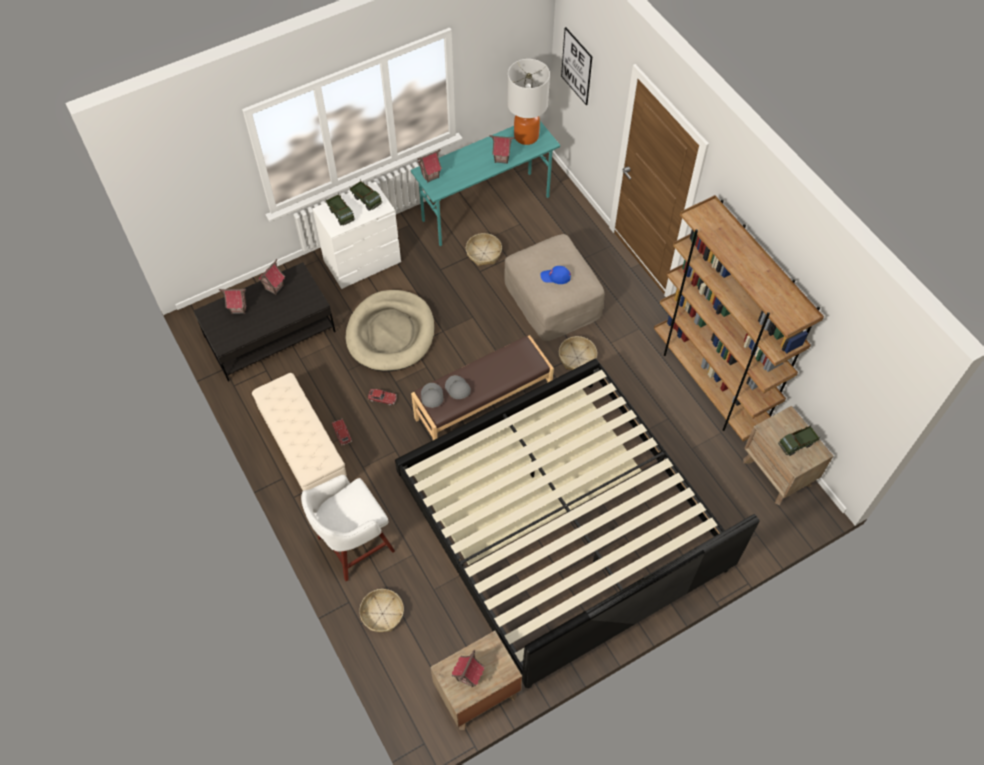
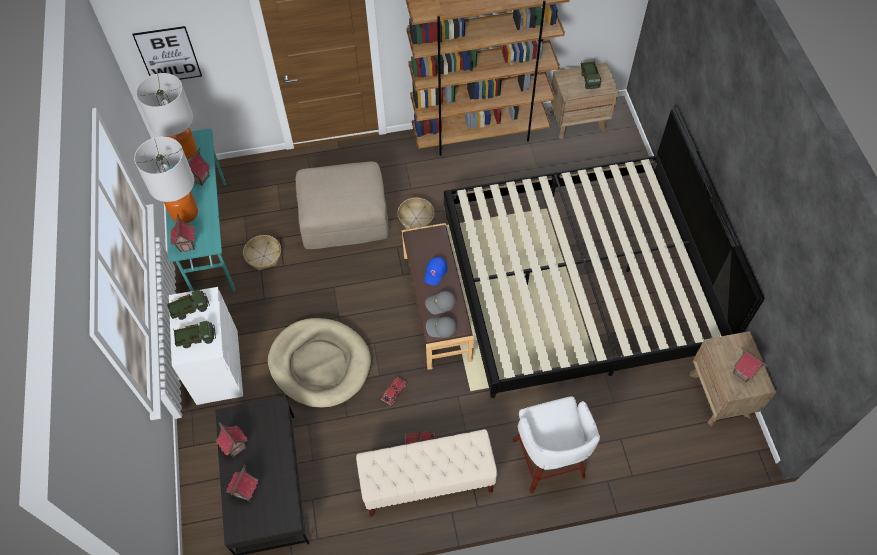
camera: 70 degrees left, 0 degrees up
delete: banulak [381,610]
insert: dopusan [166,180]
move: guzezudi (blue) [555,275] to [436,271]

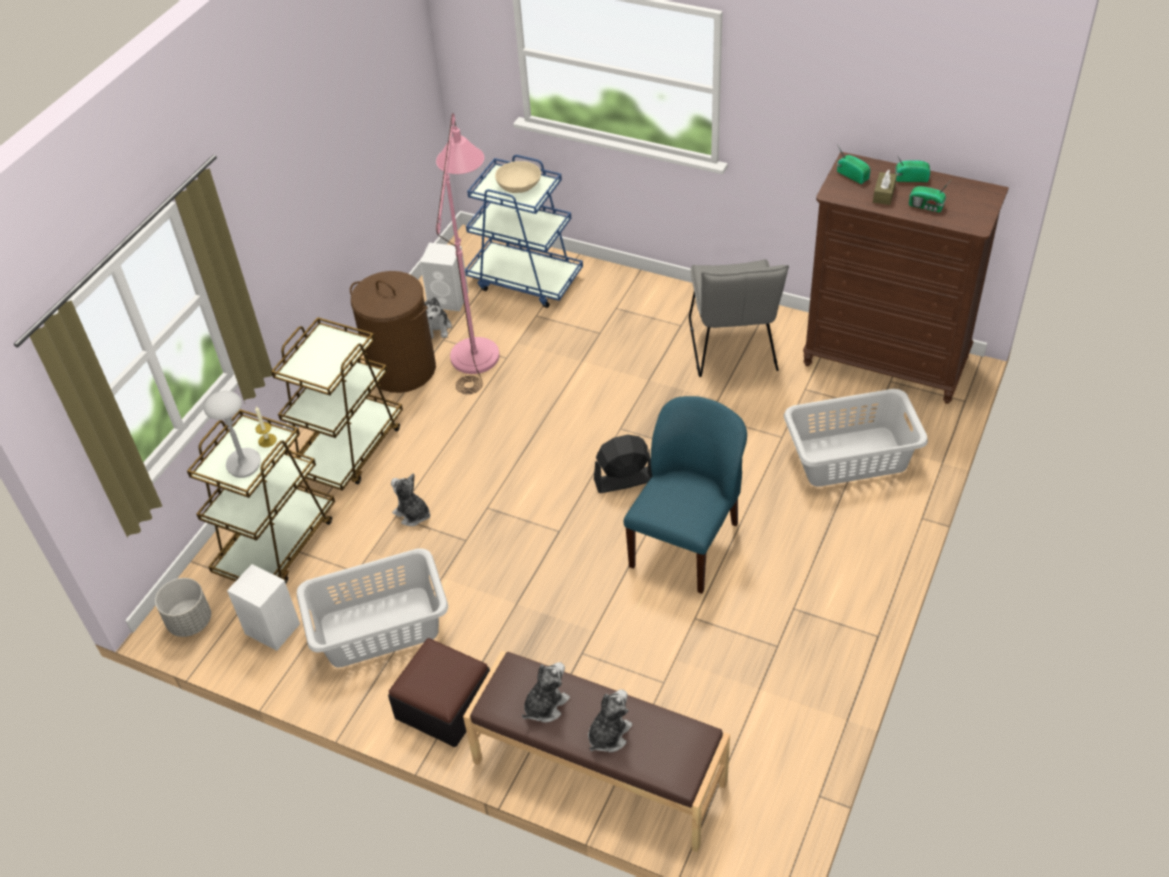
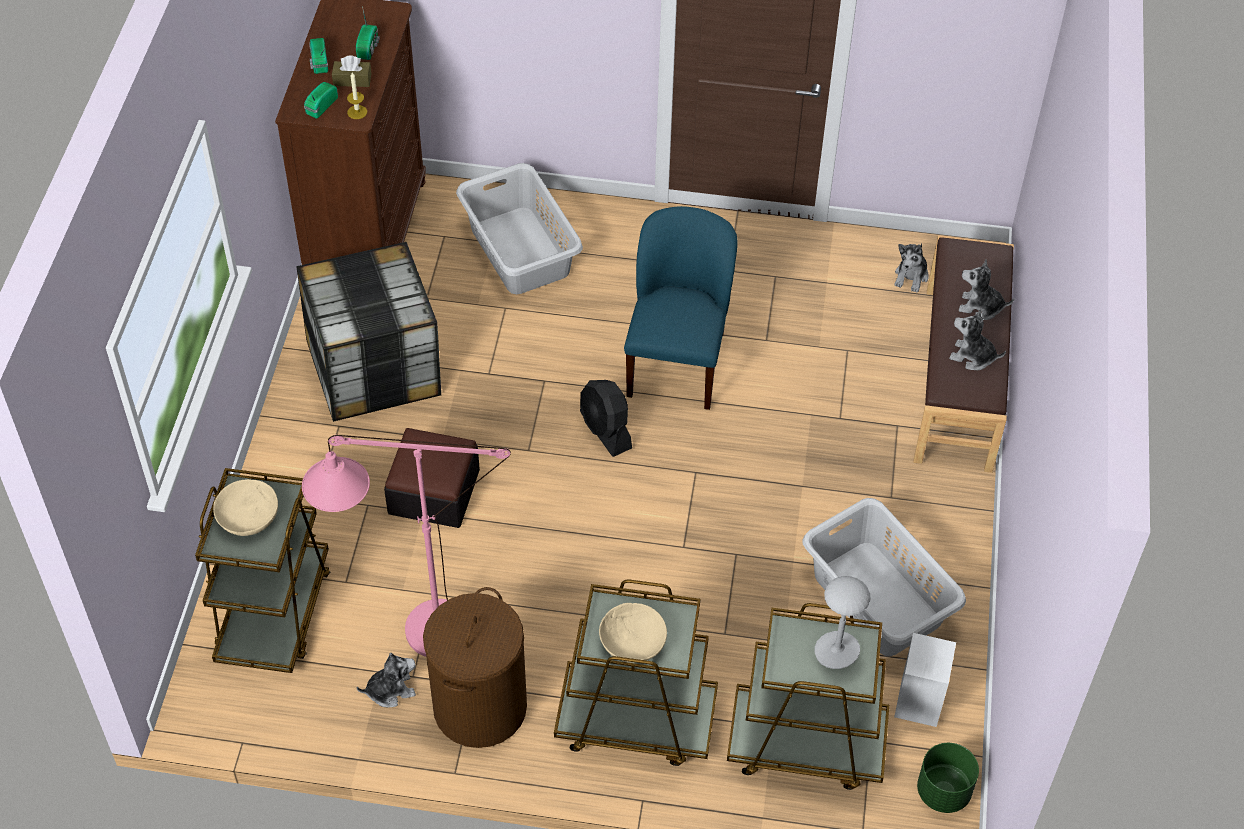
camera: 110 degrees left, 5 degrees up
delete: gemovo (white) [444,277]
insert: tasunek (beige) [633,633]
move: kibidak [266,426] to [357,95]; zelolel [439,692] to [432,478]; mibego [410,499] to [911,268]
replace: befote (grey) [739,318] to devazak [368,332]
recolor: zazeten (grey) [183,607] to zazeten (green) [948,778]; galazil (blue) [524,231] to galazil (brown) [262,570]
rotate: befote (blue) [685,495] = [681,308] 90 degrees clockwise

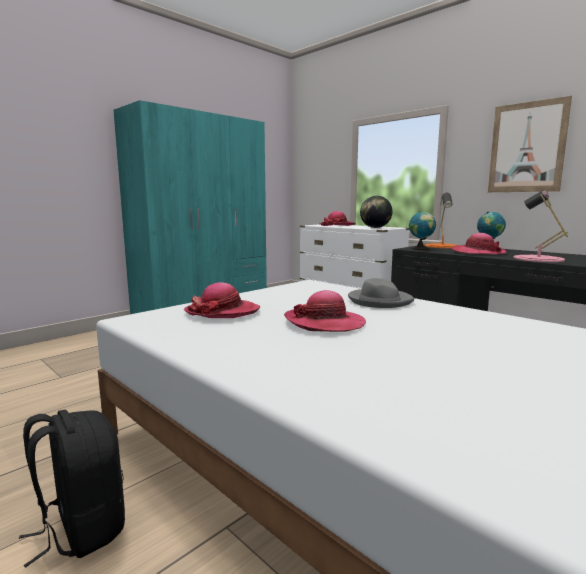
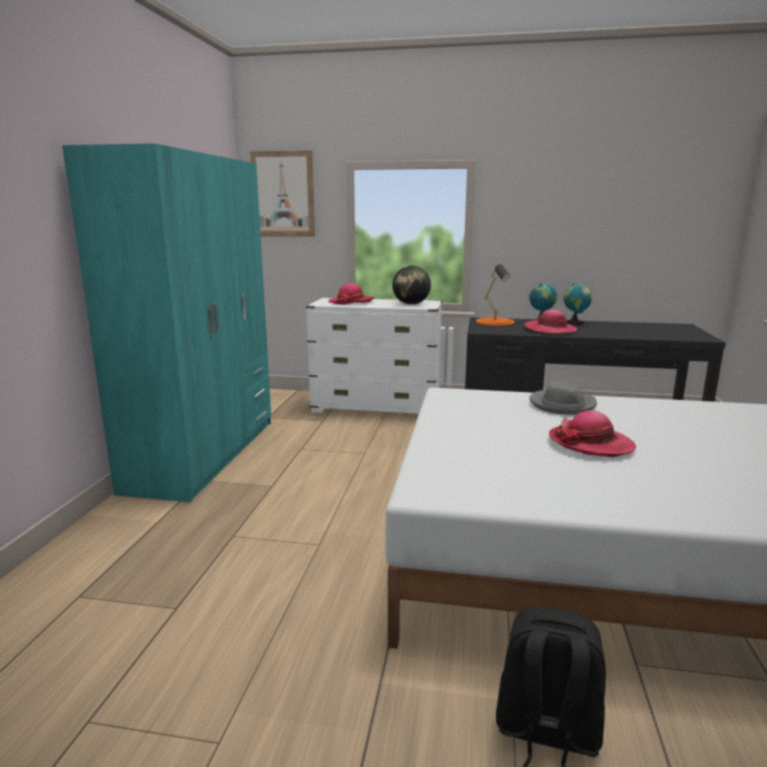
camera: 35 degrees left, 5 degrees up
delete: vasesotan [222,300]; dopusan (pink) [541,226]
move: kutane [422,230] to [578,304]; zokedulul [530,144] to [282,193]

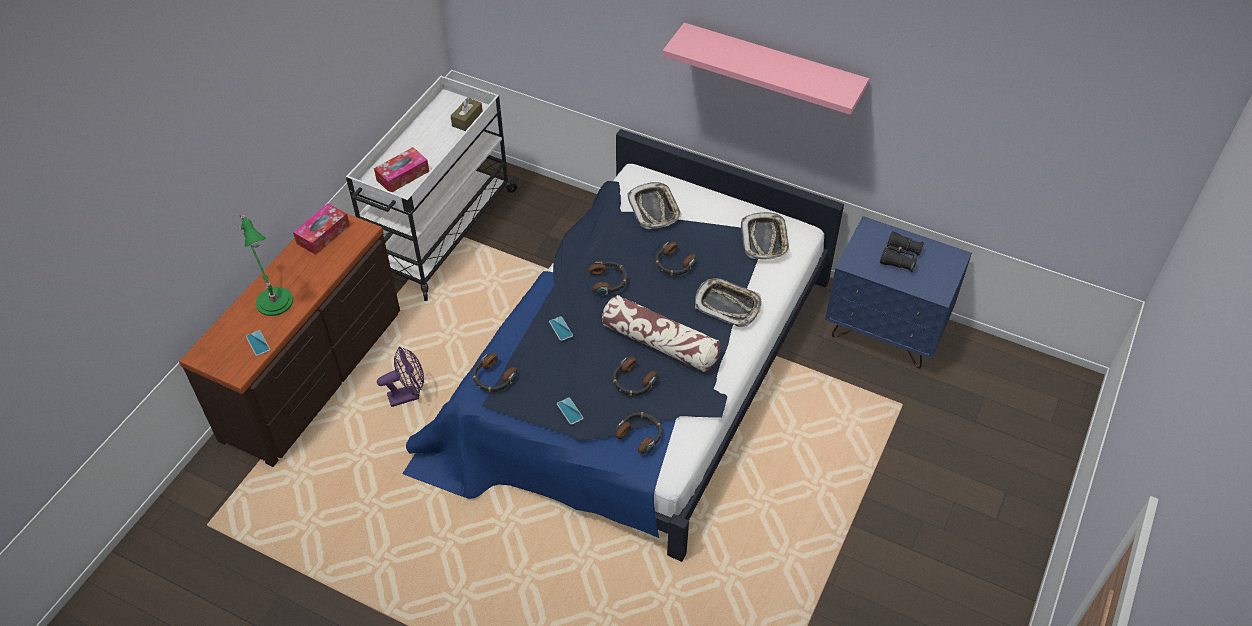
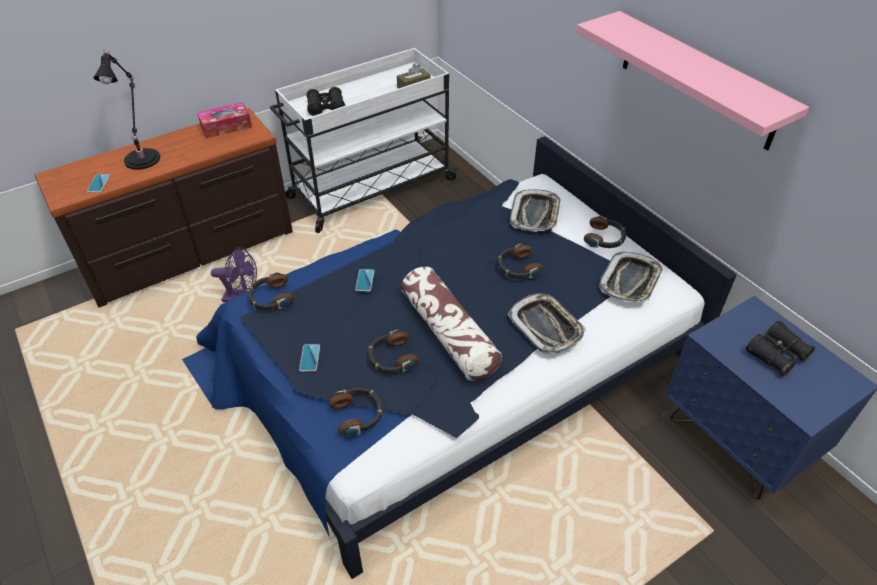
camera: 30 degrees right, 5 degrees down
move: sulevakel [607,278] to [605,232]
replace: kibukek [401,169] to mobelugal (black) [326,101]
recolor: dopusan (green) [266,265] to dopusan (black) [126,110]

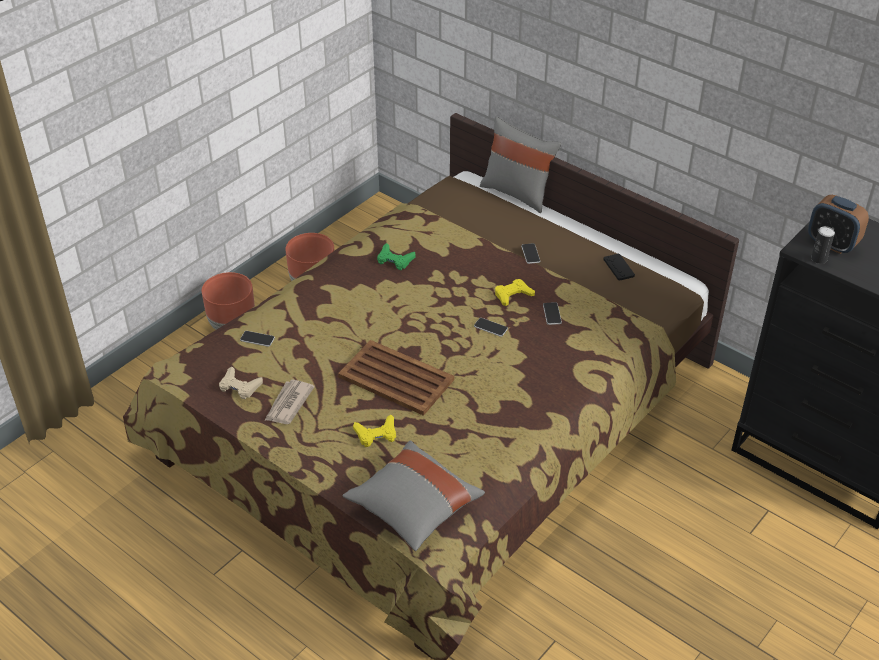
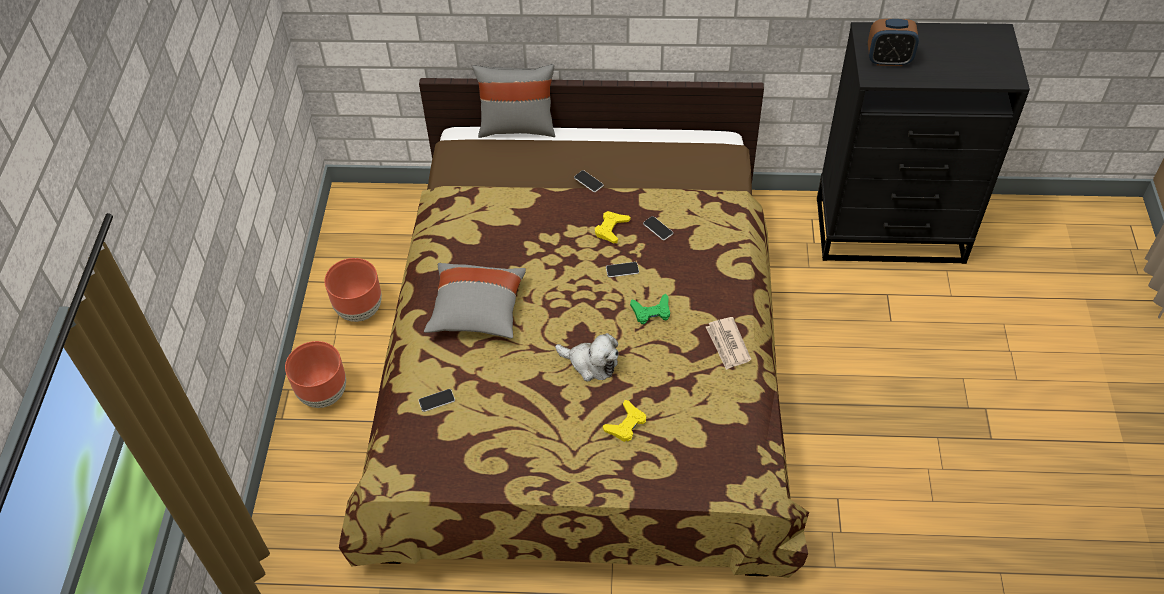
camera: 35 degrees left, 10 degrees up
delete: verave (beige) [241,382]; verave (black) [619,267]; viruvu [823,245]
move: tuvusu [290,402] to [728,343]; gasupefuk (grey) [414,495] to [475,301]; verave (green) [396,256] to [650,309]
replace: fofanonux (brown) [396,378] to mibego [587,357]

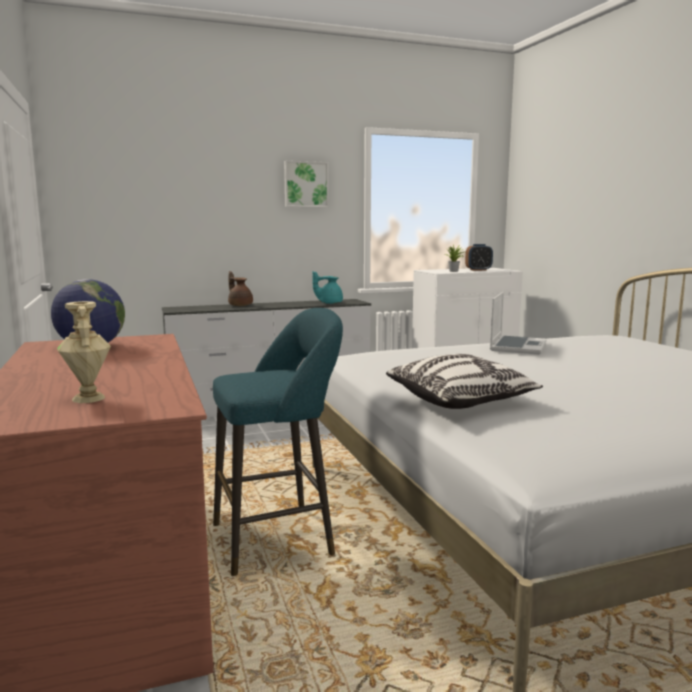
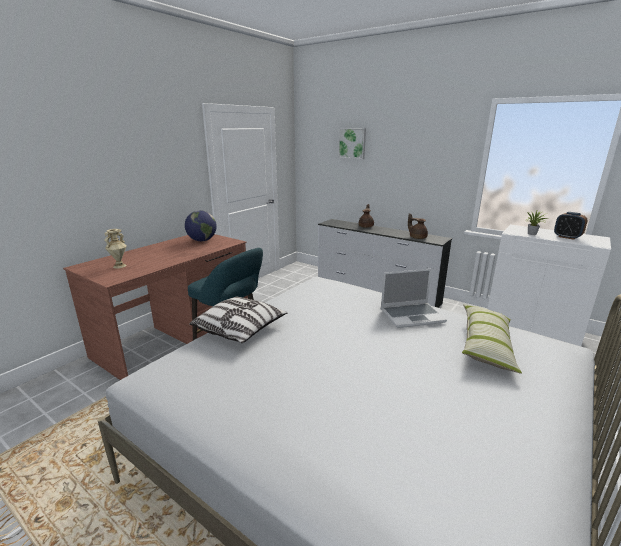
camera: 55 degrees right, 10 degrees up
insert: gasupefuk [492,339]
move: zokedulul [306,184] to [352,143]
recolor: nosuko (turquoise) [327,287] to nosuko (brown) [418,226]

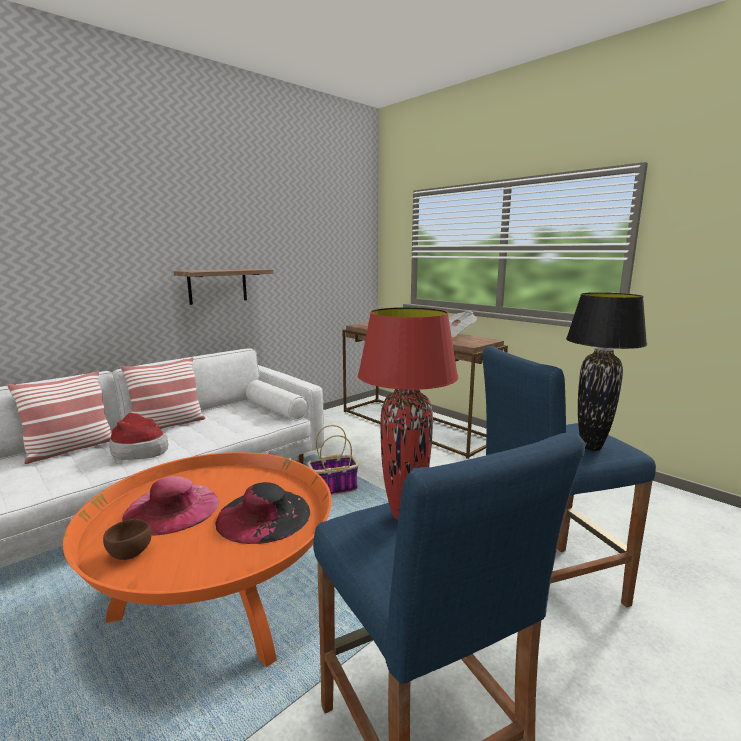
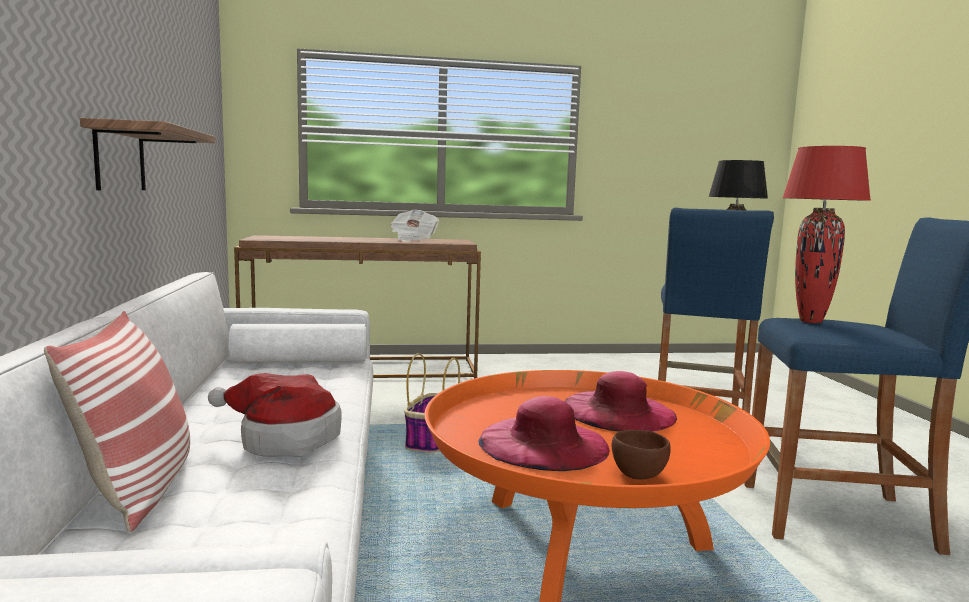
camera: 55 degrees left, 5 degrees down
delete: gasupefuk [162,393]
recolor: vasesotan (black) [262,513] to vasesotan (pink) [620,401]

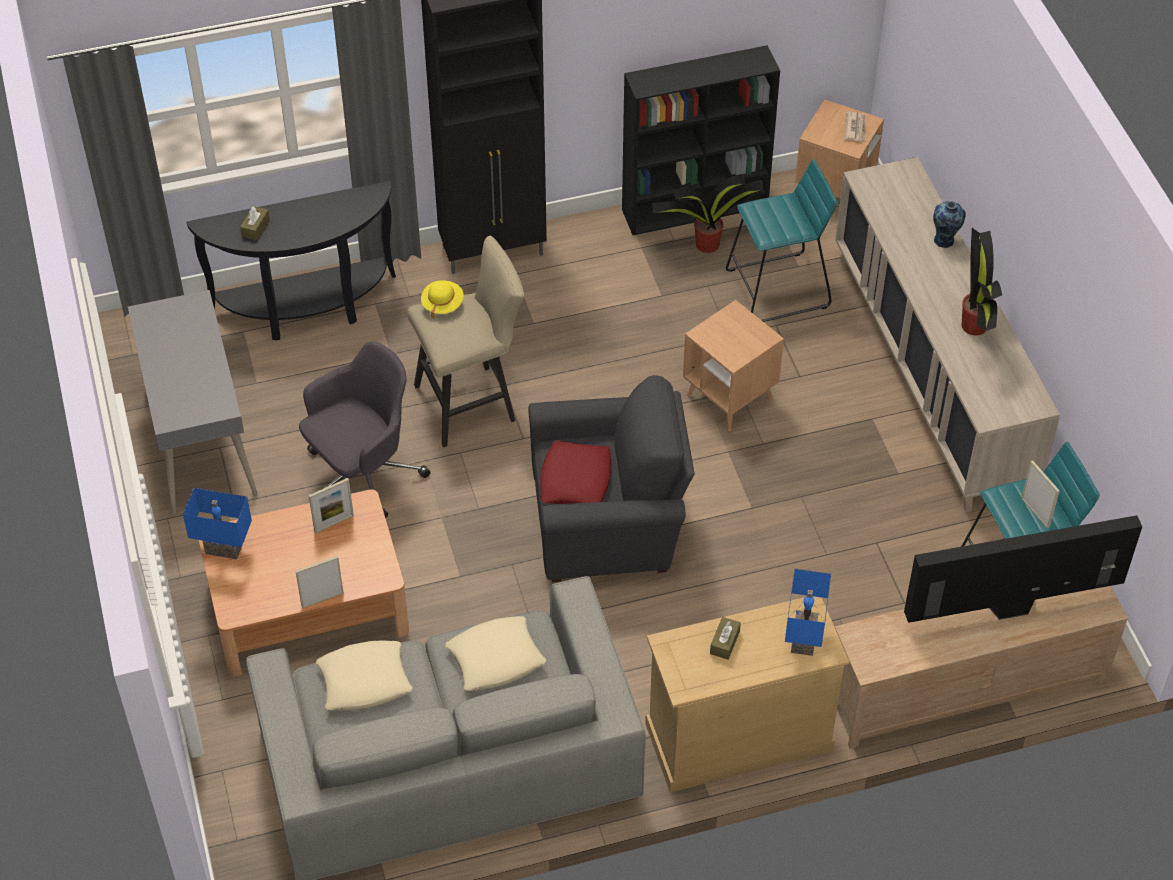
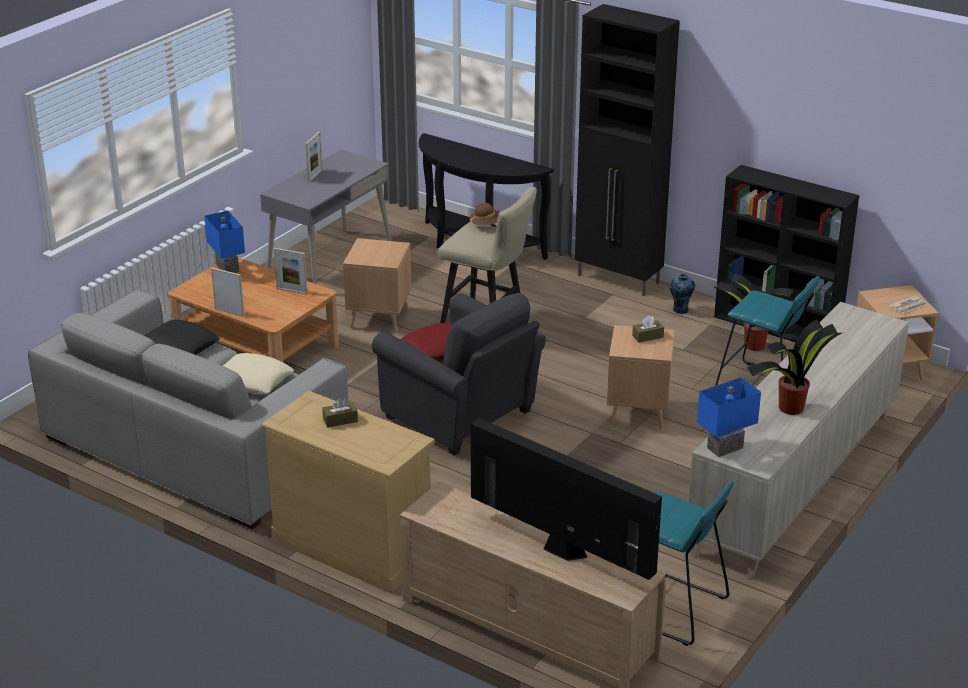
camera: 50 degrees right, 20 degrees down
move: kibukek (brown) [255,223] to [648,329]; dopusan (blue) [808,612] to [729,417]; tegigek [949,224] to [682,294]; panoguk [1040,494] to [314,157]
replace: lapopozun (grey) [364,430] to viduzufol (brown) [377,285]
recolor: gasupefuk (beige) [364,675] to gasupefuk (black) [182,337]; vasesotan (yellow) [442,299] to vasesotan (brown) [484,214]

